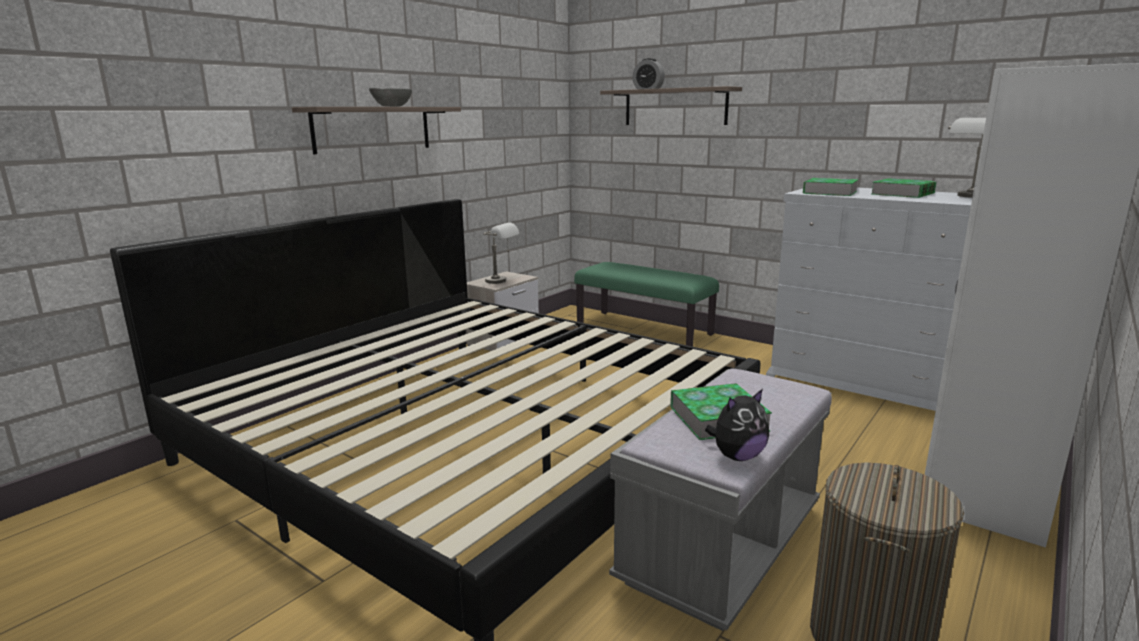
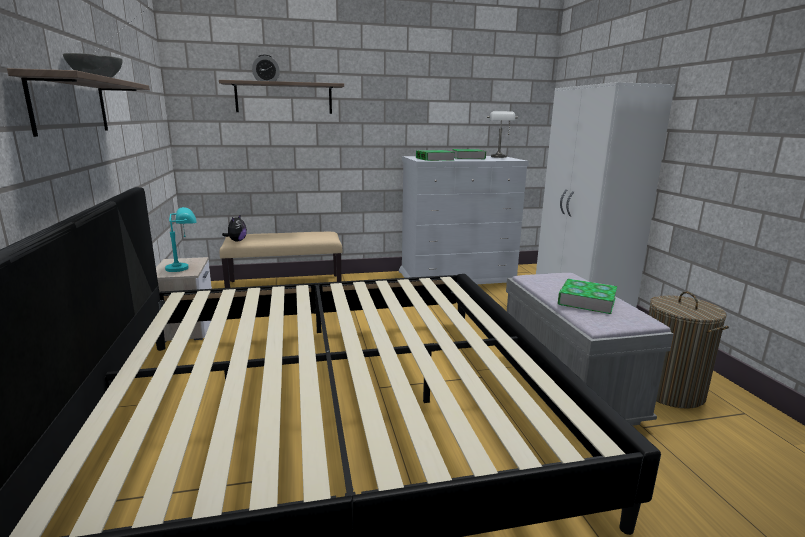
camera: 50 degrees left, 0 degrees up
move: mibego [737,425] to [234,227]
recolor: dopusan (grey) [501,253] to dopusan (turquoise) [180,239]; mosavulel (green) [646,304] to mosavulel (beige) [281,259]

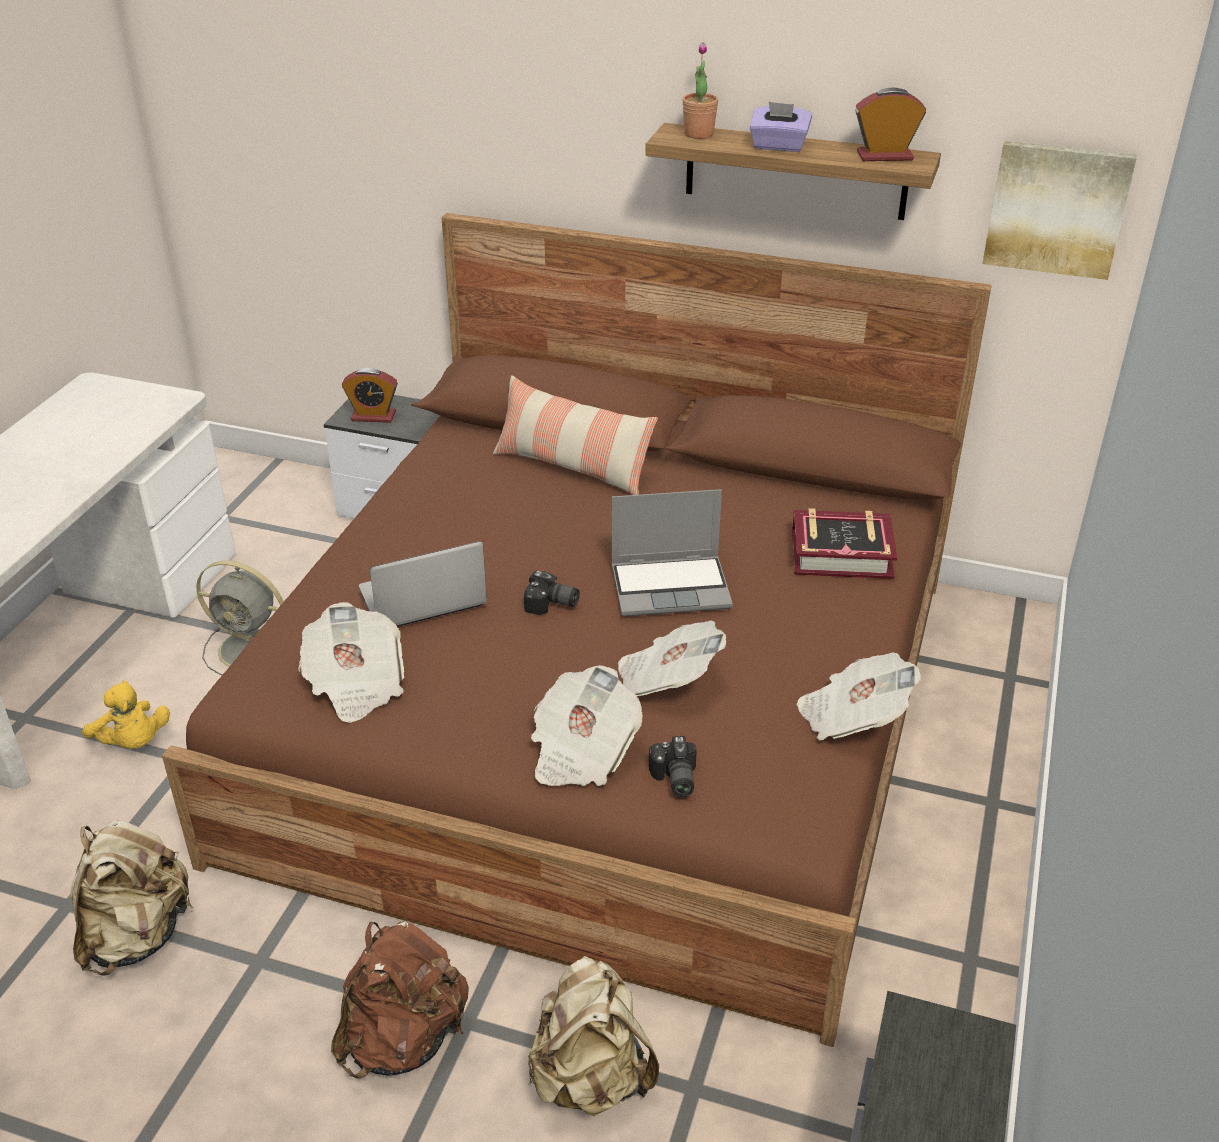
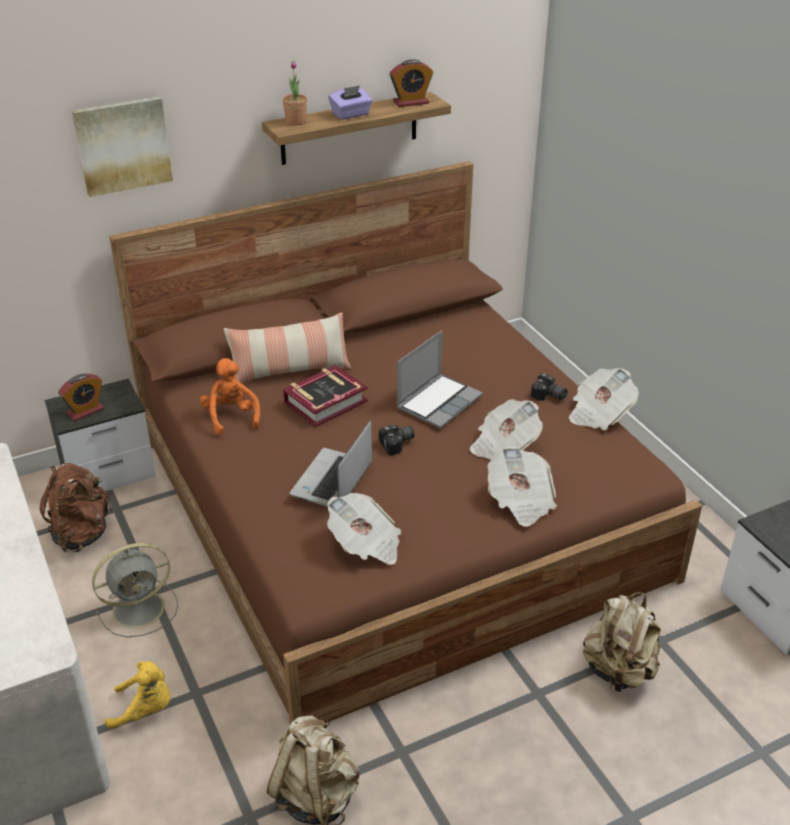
camera: 45 degrees left, 0 degrees up
insert: mibego (orange) [230,396]
move: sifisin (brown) [400,1000] to [75,507]; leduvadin [672,766] to [549,387]; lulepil [844,543] to [325,396]; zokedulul [1059,210] to [122,146]
rotate: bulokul [890,124] = [411,83] 150 degrees counterclockwise

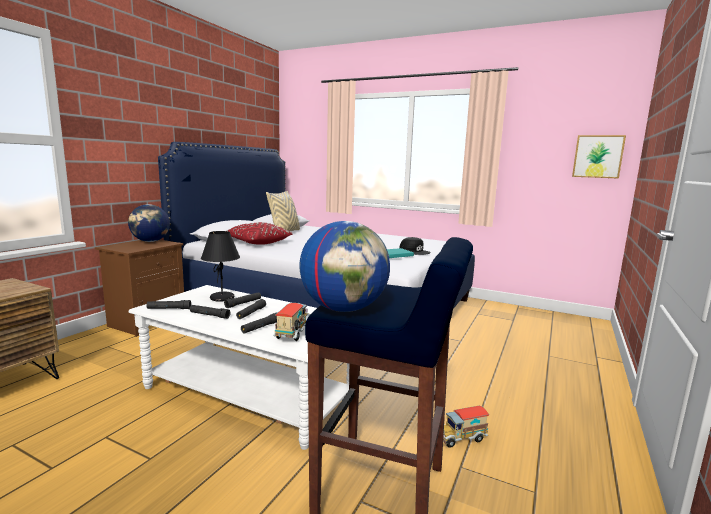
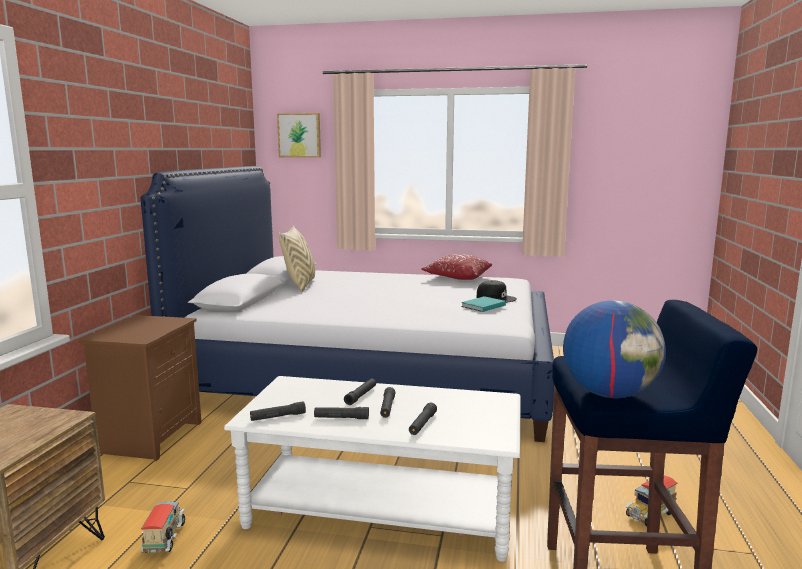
camera: 15 degrees left, 0 degrees up
delete: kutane [149,223]; dopusan (black) [220,266]
move: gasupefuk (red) [260,233] to [456,267]; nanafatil [292,322] to [162,527]; zokedulul [599,157] to [299,135]

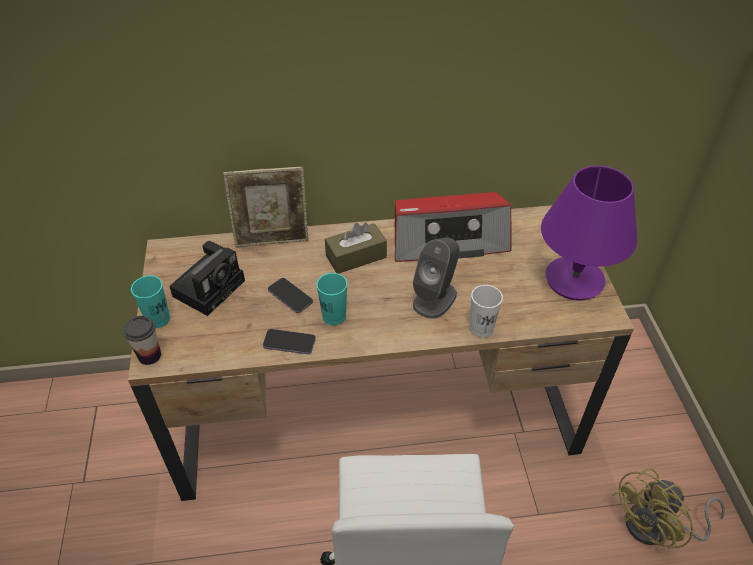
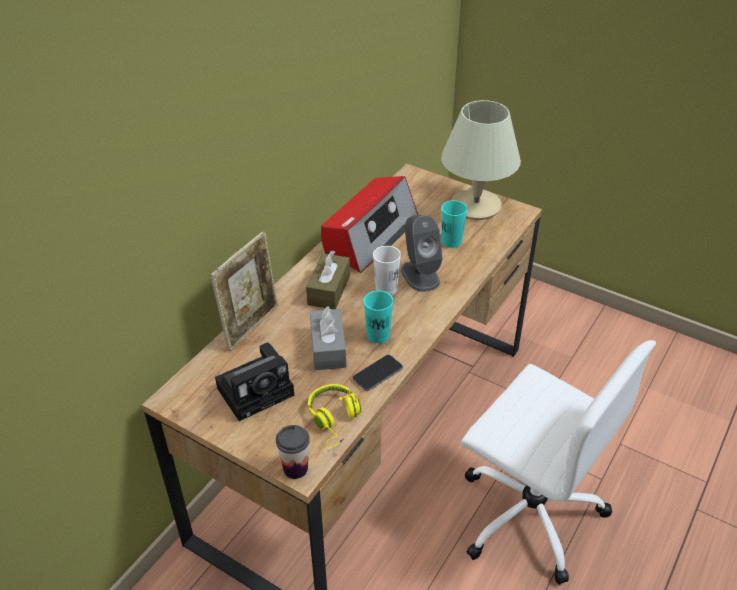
camera: 50 degrees left, 5 degrees down
delete: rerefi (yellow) [668,508]
insert: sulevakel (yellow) [334,416]
move: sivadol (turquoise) [150,301] to [454,224]; sivadol (white) [486,311] to [387,270]
replace: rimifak [290,295] to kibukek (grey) [328,338]
recolor: dopusan (purple) [589,233] to dopusan (beige) [481,160]
rotate: leduvadin [207,278] = [254,381] 75 degrees clockwise

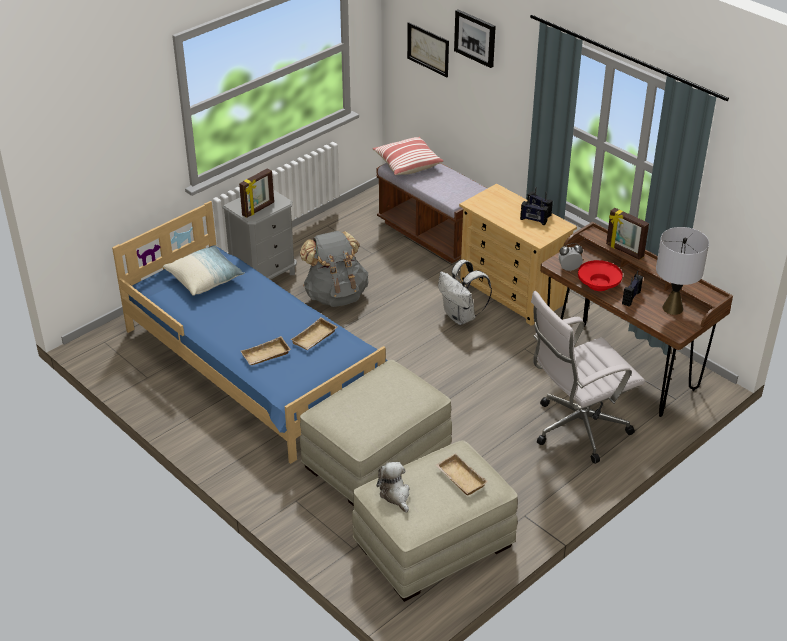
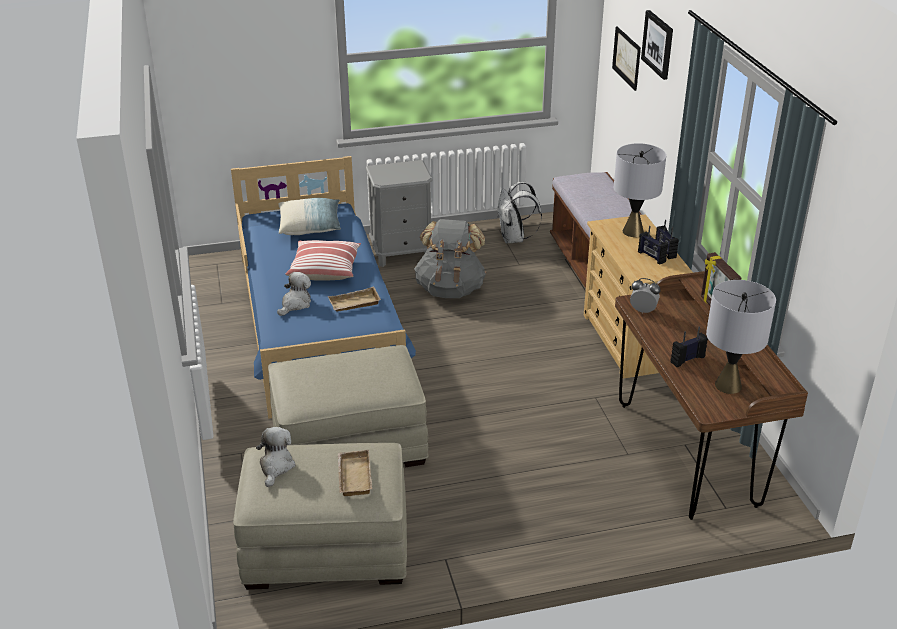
camera: 30 degrees right, 5 degrees down
delete: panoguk [256,193]; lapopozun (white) [588,377]; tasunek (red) [600,275]
insert: dopusan (grey) [640,190]
move: gasupefuk [408,156] to [323,260]; sifisin (white) [465,292] to [519,212]
replace: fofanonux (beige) [266,350] to mibego [294,294]

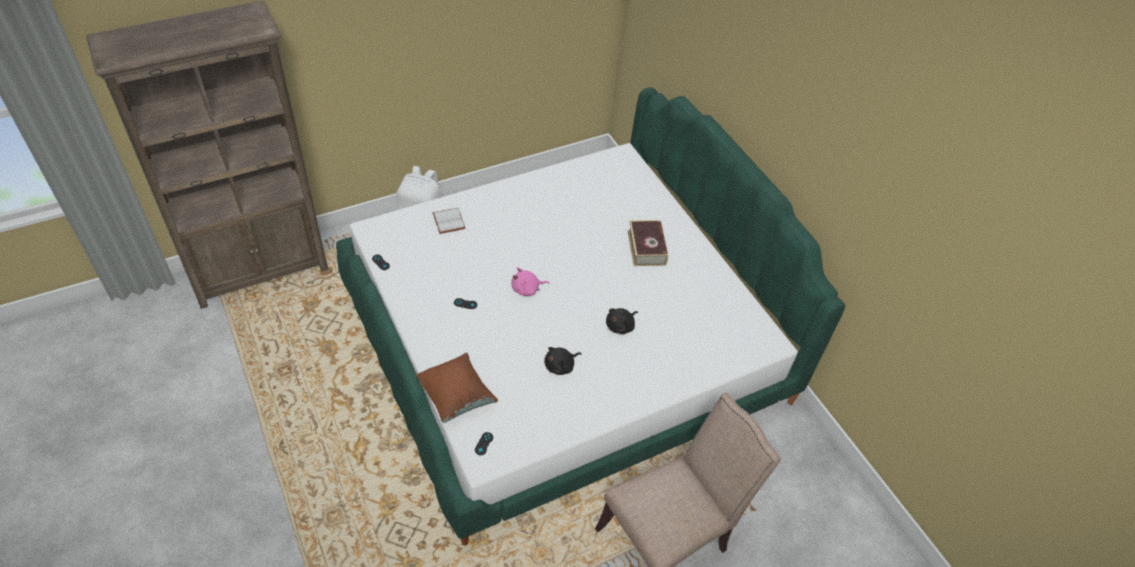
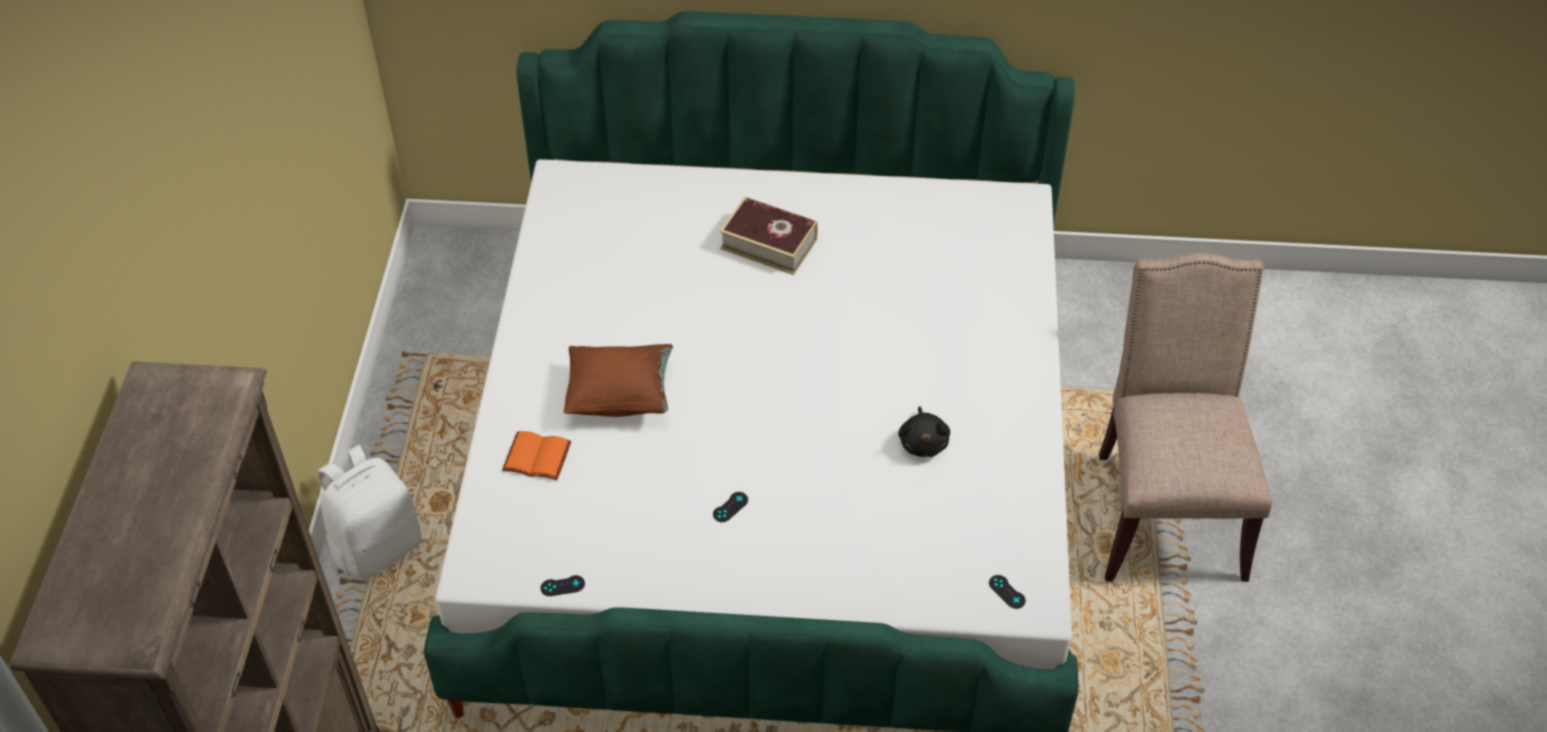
camera: 55 degrees left, 0 degrees up
delete: mibego (pink) [530,281]; mibego (black) [622,321]
move: gasupefuk (brown) [457,388] to [618,380]
recolor: lulepil (white) [449,221] to lulepil (orange) [536,455]

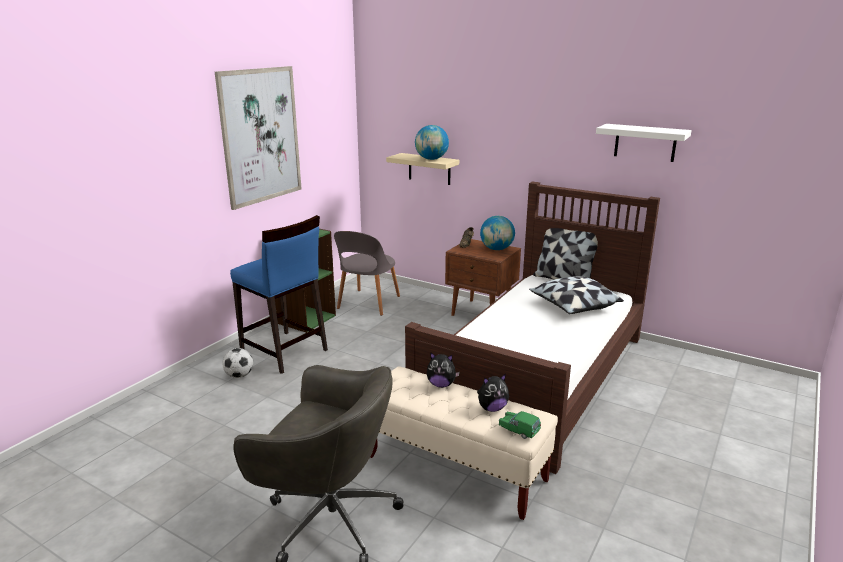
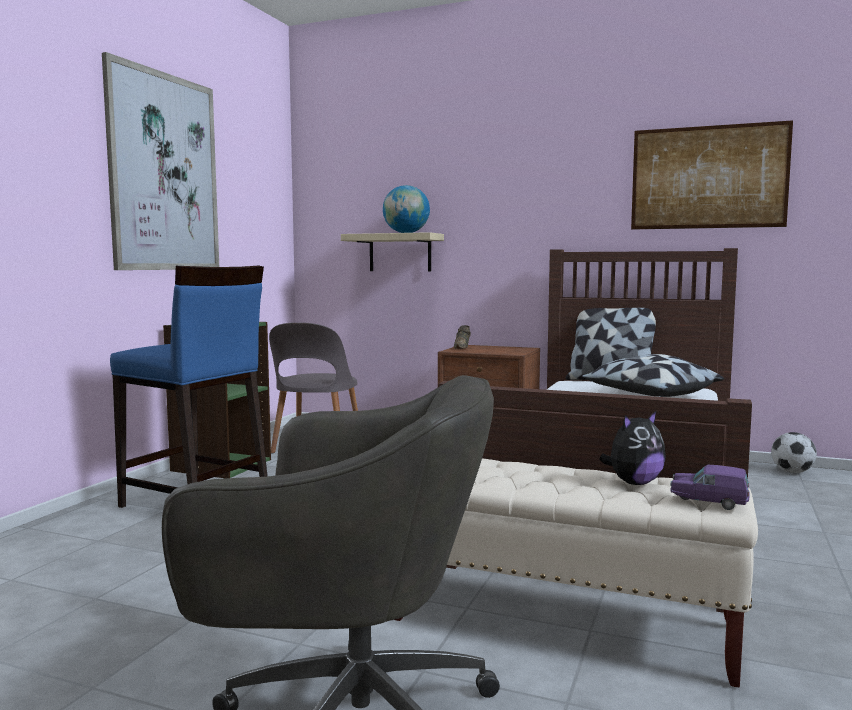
camera: 10 degrees left, 15 degrees down
delete: mibego [443,370]; kutane [497,233]
move: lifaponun [238,363] to [794,452]
replace: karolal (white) [644,143] to zokedulul [712,175]
recolor: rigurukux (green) [520,425] to rigurukux (purple) [710,487]

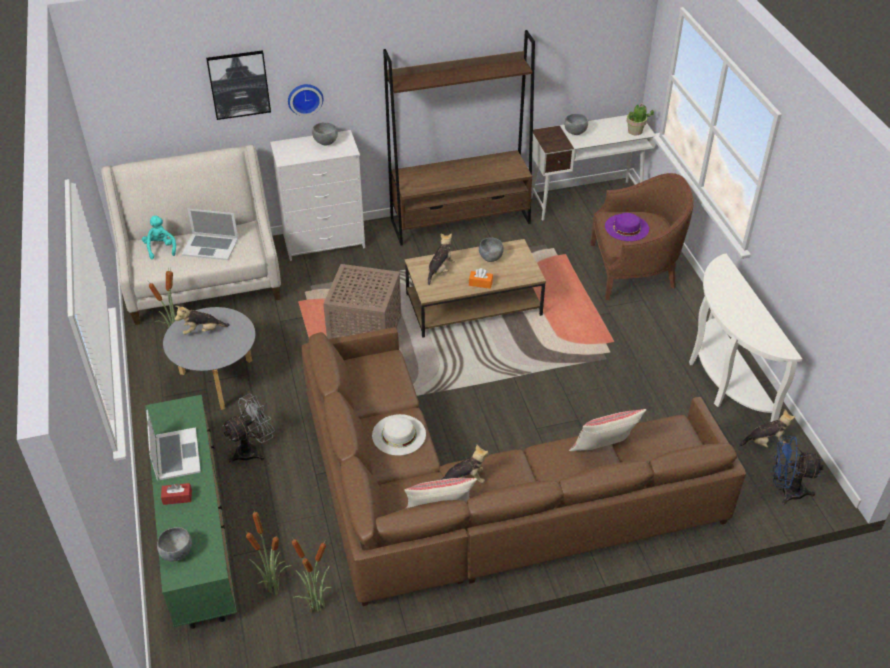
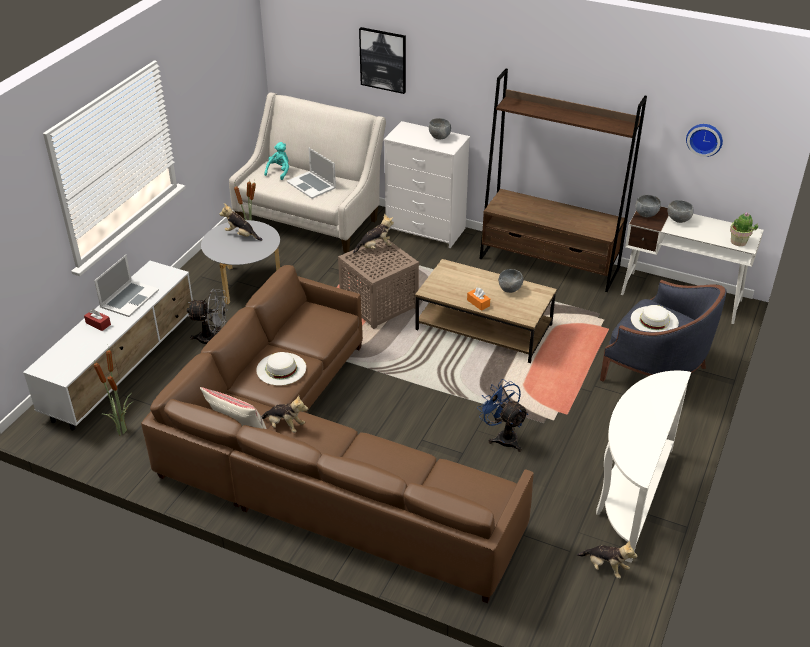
camera: 40 degrees right, 5 degrees down
delete: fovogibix [312,575]; gasupefuk (beige) [607,430]
move: tasunek (grey) [174,544] to [648,206]; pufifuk [305,100] to [704,140]; mibego [441,259] to [373,233]; rerefi (blue) [798,470] to [503,415]
recolor: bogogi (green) [191,512] to bogogi (white) [108,345]; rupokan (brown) [642,236] to rupokan (blue) [663,331]; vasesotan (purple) [627,227] to vasesotan (white) [655,318]

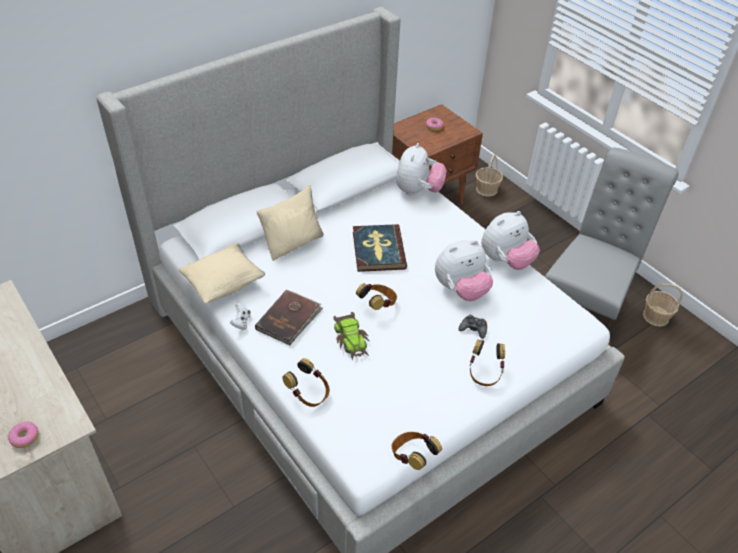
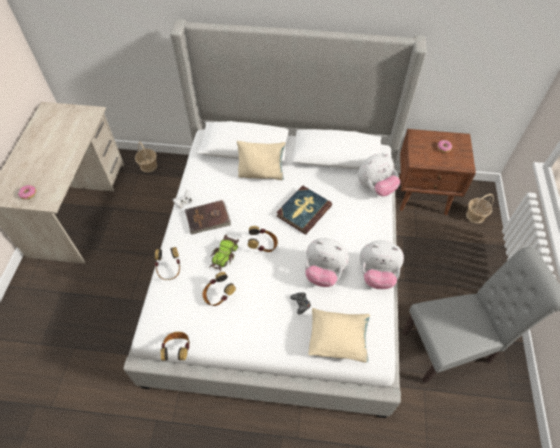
camera: 45 degrees right, 10 degrees up
move: gasupefuk (beige) [221,273] to [339,335]; sulevakel [487,362] to [219,289]; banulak [663,305] to [146,157]

